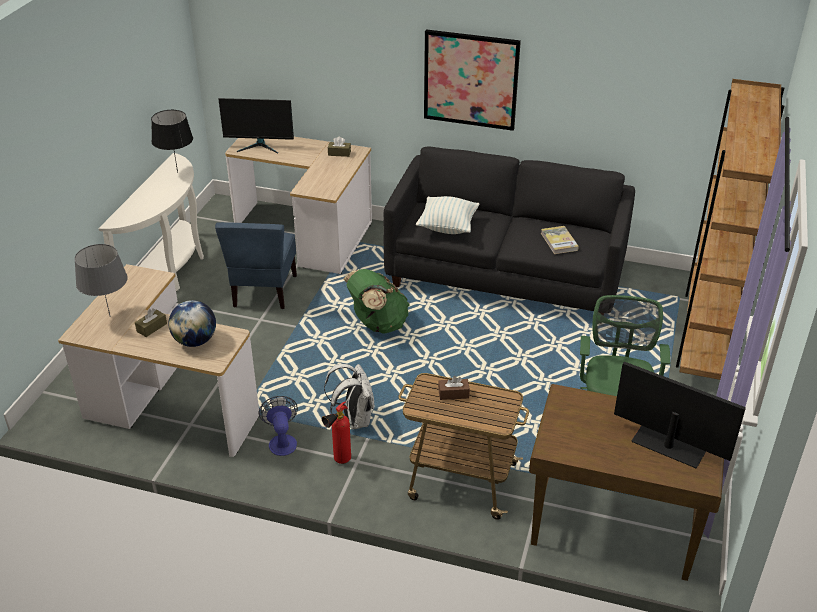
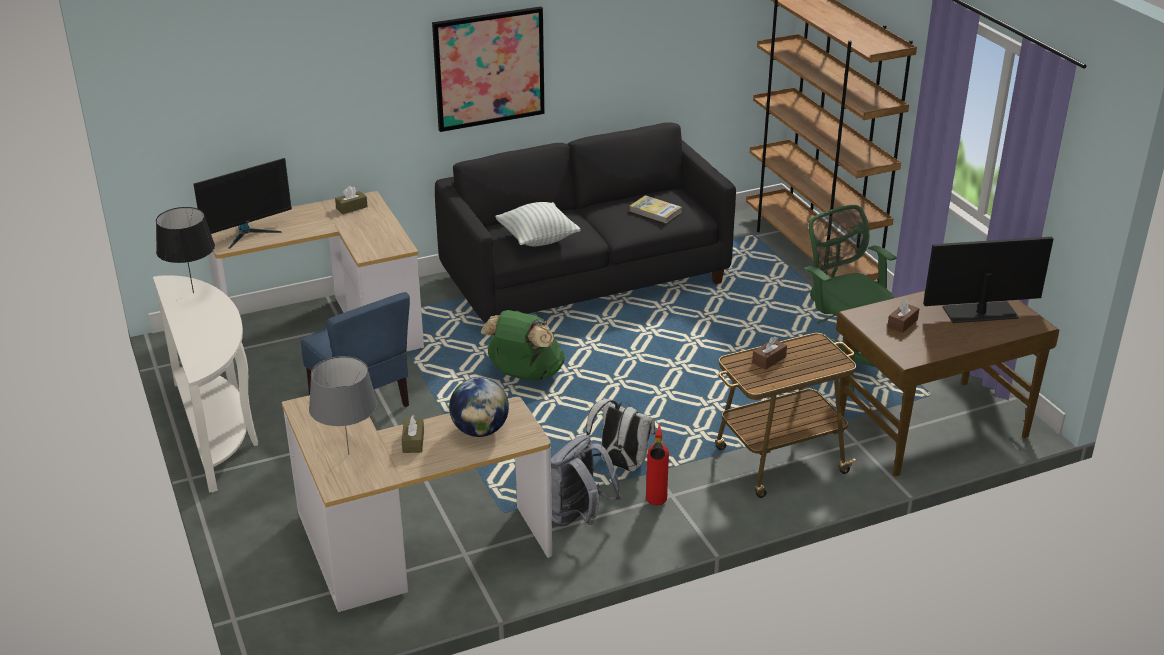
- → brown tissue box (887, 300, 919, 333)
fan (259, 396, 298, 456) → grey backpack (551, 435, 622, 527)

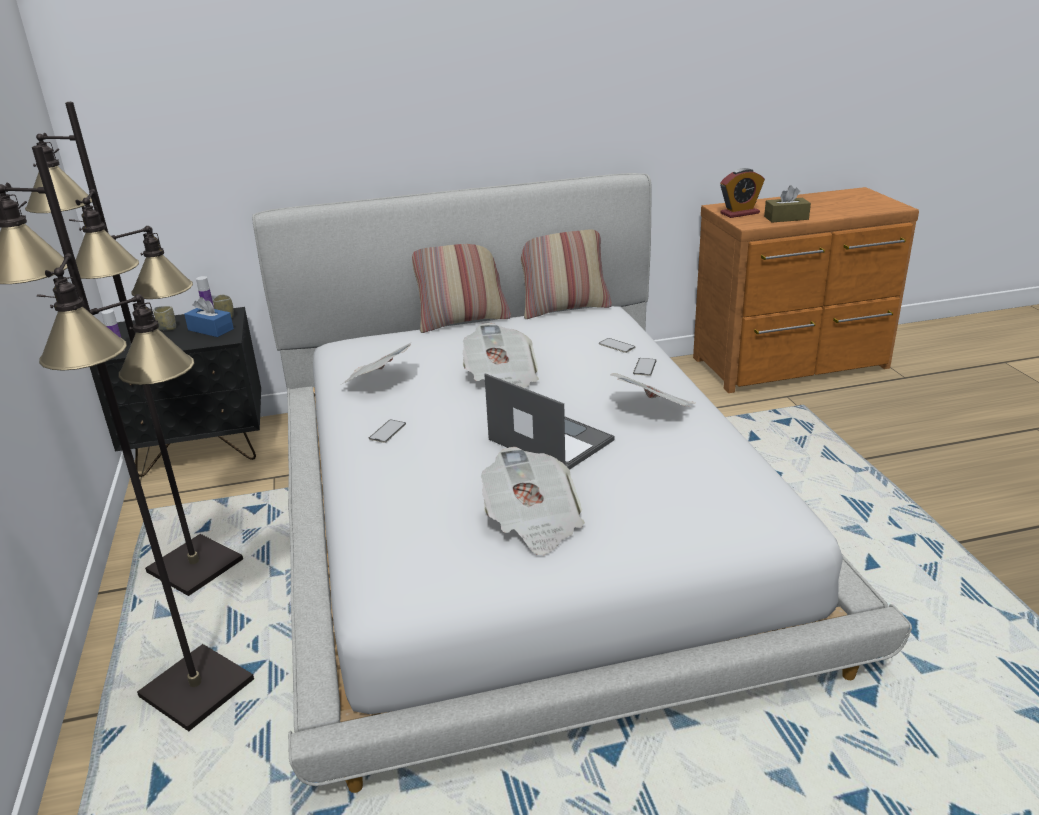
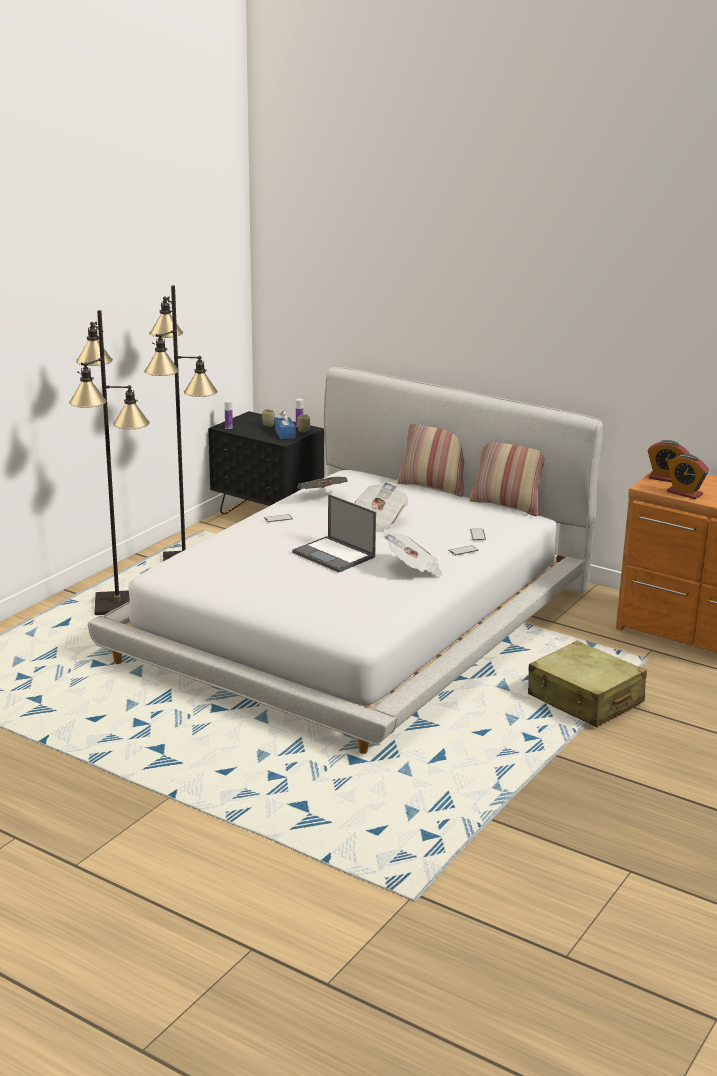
newspaper (481, 447, 585, 555) → -
- → beige suitcase (528, 641, 647, 727)
brown tissue box (764, 185, 811, 222) → alarm clock (667, 454, 709, 499)
laptop (484, 373, 614, 470) → laptop (292, 494, 376, 572), 135 degrees clockwise

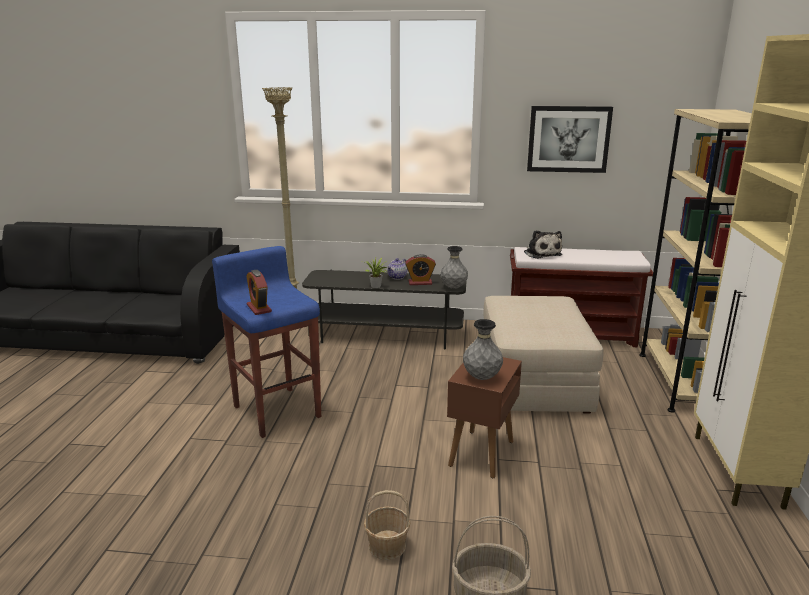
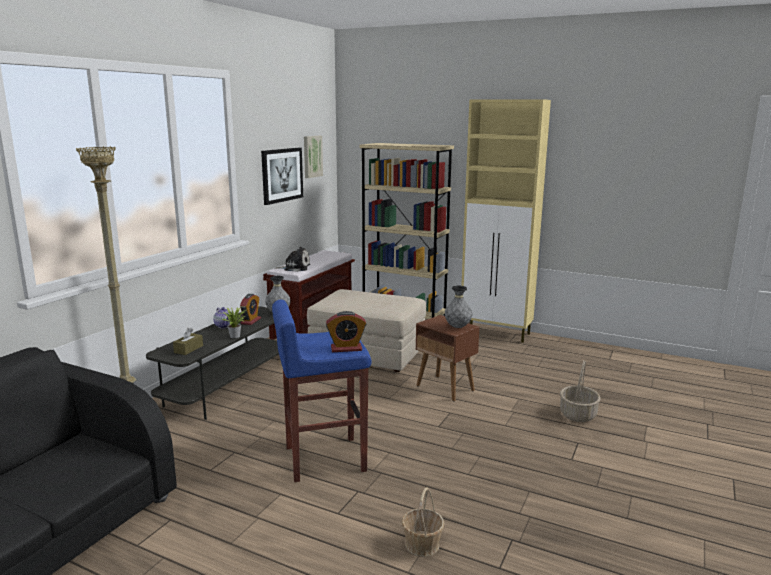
- → brown tissue box (173, 328, 203, 355)
- → picture (304, 136, 323, 178)
basket (364, 490, 411, 560) → basket (402, 487, 444, 557), relocated

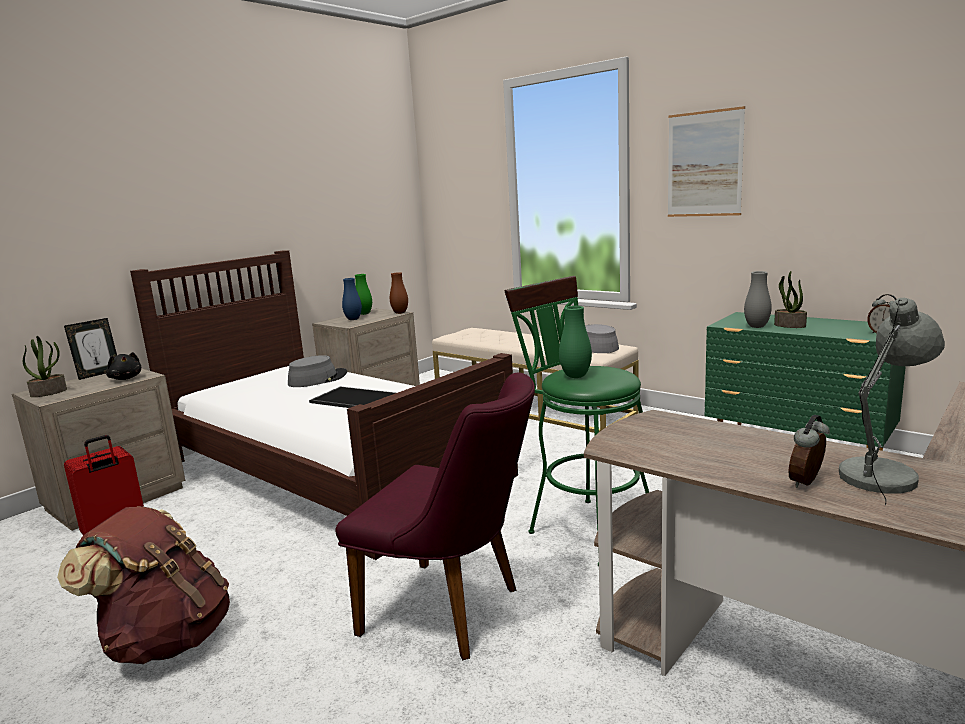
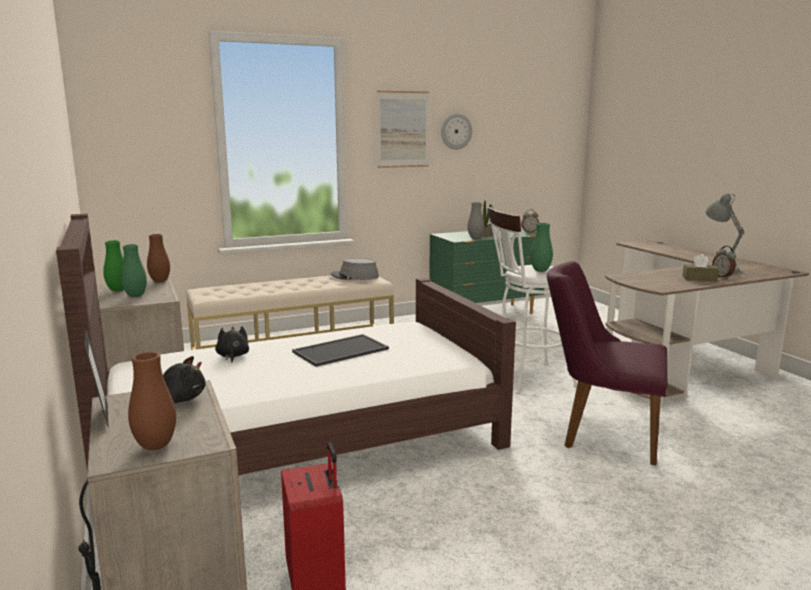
brown backpack (57, 506, 230, 664) → -
- → wall clock (441, 113, 472, 150)
- → brown tissue box (682, 254, 719, 281)
potted plant (23, 336, 67, 397) → brown vase (128, 352, 176, 450)
grey hat (288, 355, 347, 387) → black plush toy (215, 326, 249, 363)
blue vase (342, 278, 362, 320) → green vase (121, 244, 147, 297)
green stool (504, 276, 649, 566) → white stool (487, 207, 577, 394)
purple chair (335, 372, 535, 661) → purple chair (547, 261, 667, 465), 120 degrees counterclockwise

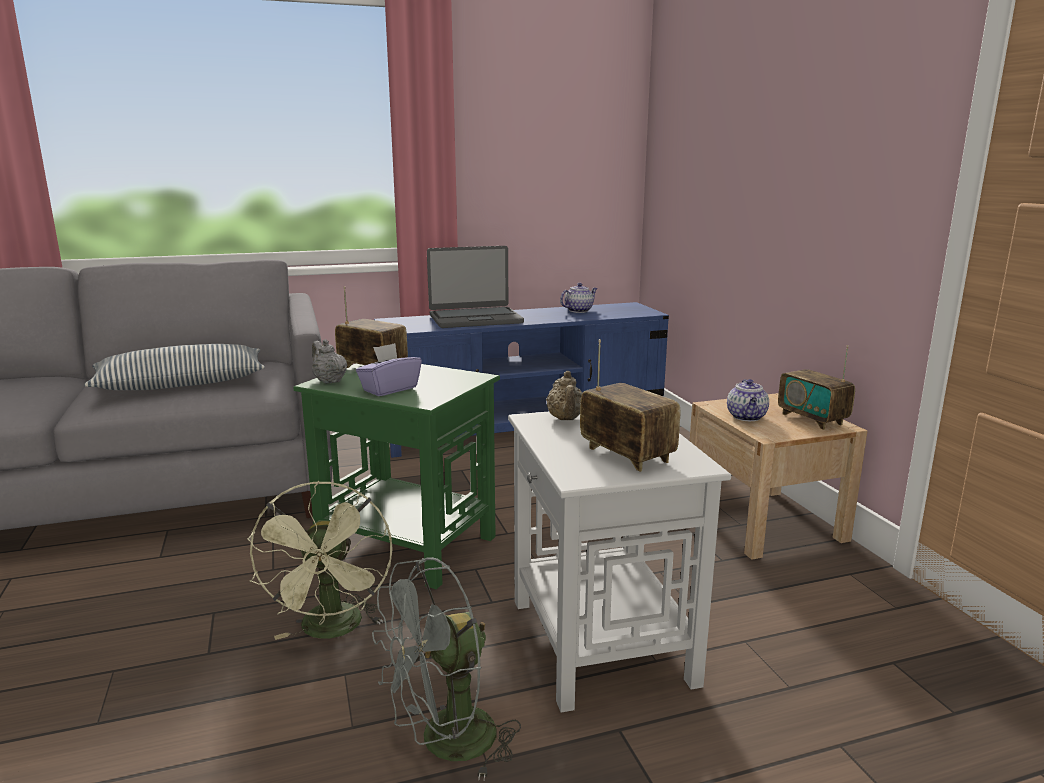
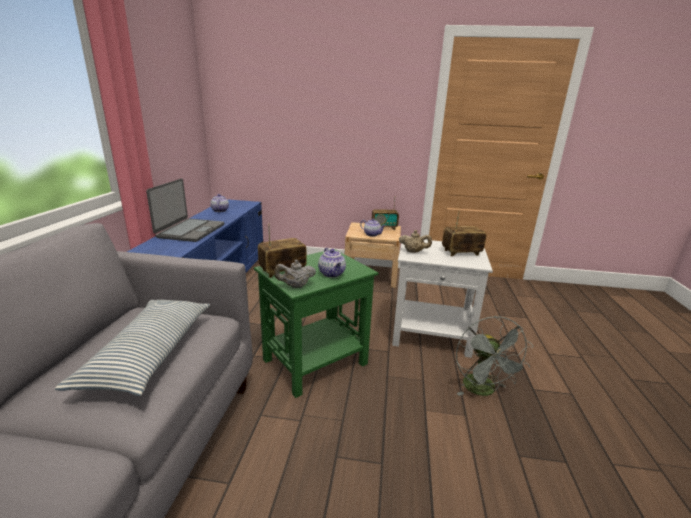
green fan (247, 481, 393, 640) → -
purple tissue box (356, 343, 422, 396) → teapot (318, 248, 346, 278)

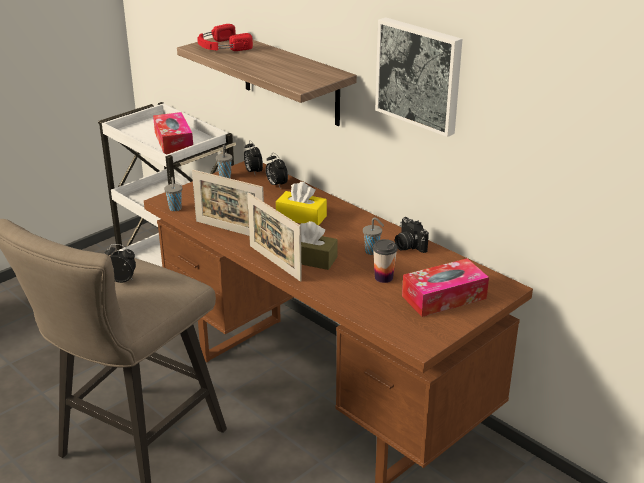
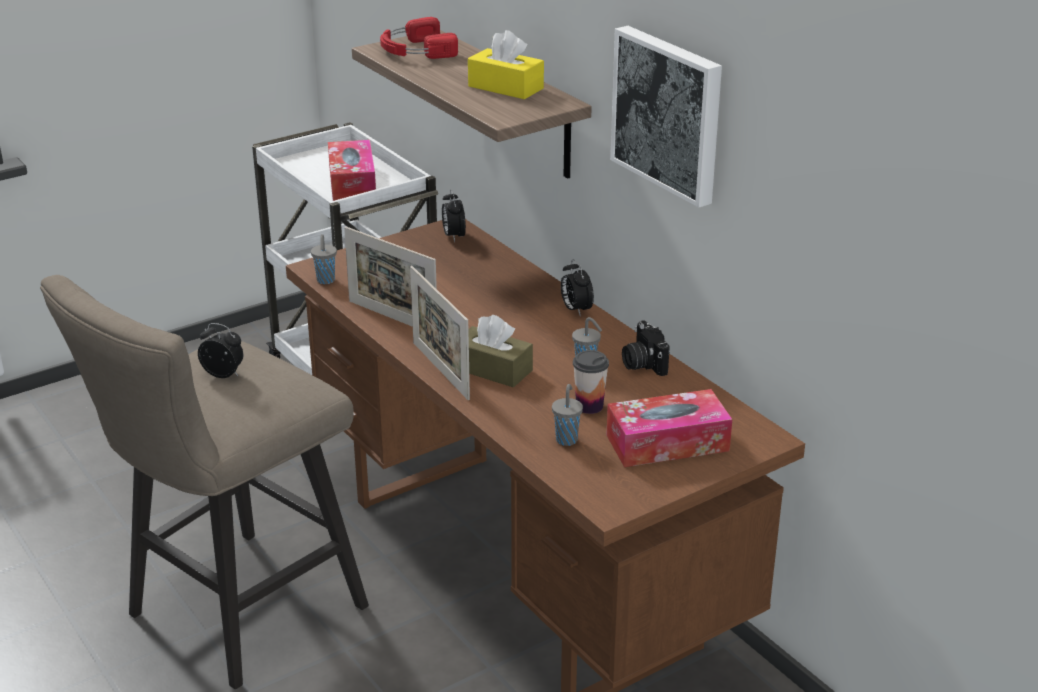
grey cup (216, 145, 232, 178) → grey cup (552, 384, 583, 446), relocated
alarm clock (266, 152, 288, 187) → alarm clock (561, 259, 594, 317), relocated
yellow tissue box (276, 182, 327, 226) → yellow tissue box (468, 30, 544, 99), relocated

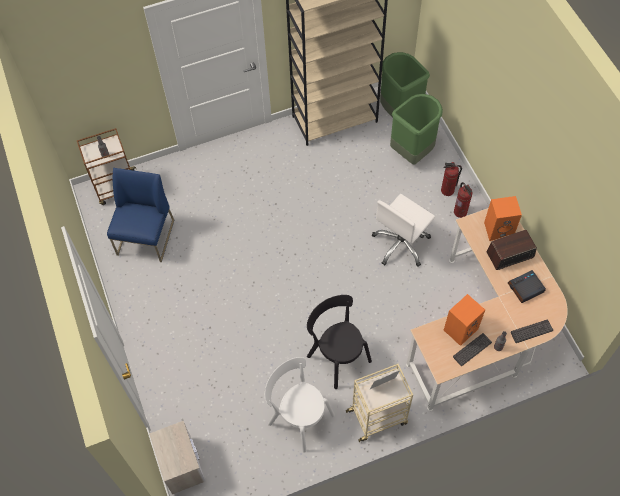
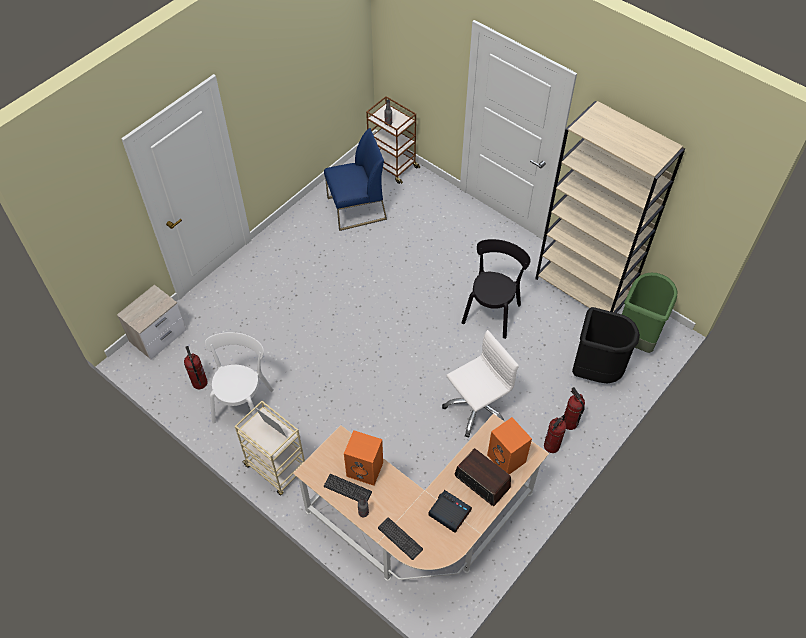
- → fire extinguisher (184, 346, 208, 389)
black chair (307, 295, 372, 389) → black chair (462, 239, 531, 339), relocated
green trash can (390, 94, 443, 165) → black trash can (572, 307, 640, 383)
white office chair (372, 194, 435, 267) → white office chair (442, 330, 519, 438), 135 degrees clockwise

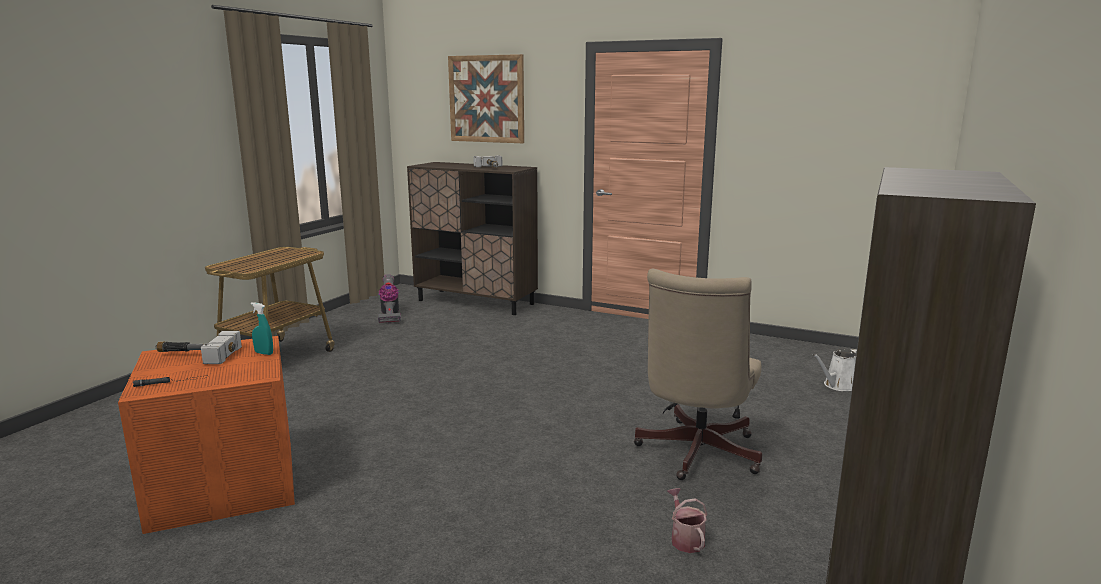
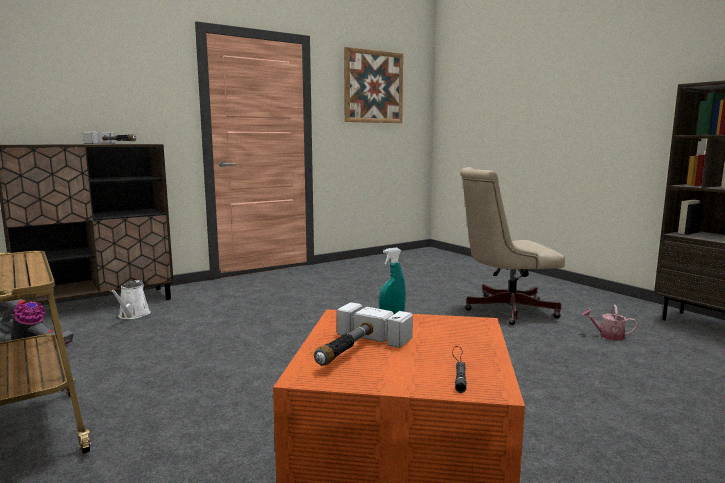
picture (448, 54, 524, 143) → picture (344, 47, 403, 123), relocated
white watering can (813, 348, 857, 391) → white watering can (110, 280, 150, 319), relocated
beige office chair (634, 269, 762, 480) → beige office chair (460, 167, 565, 325), 120 degrees clockwise

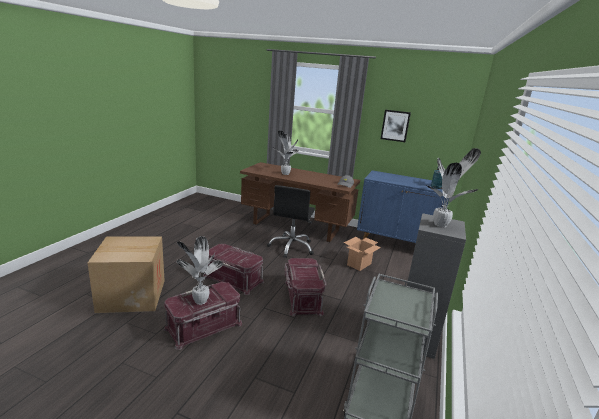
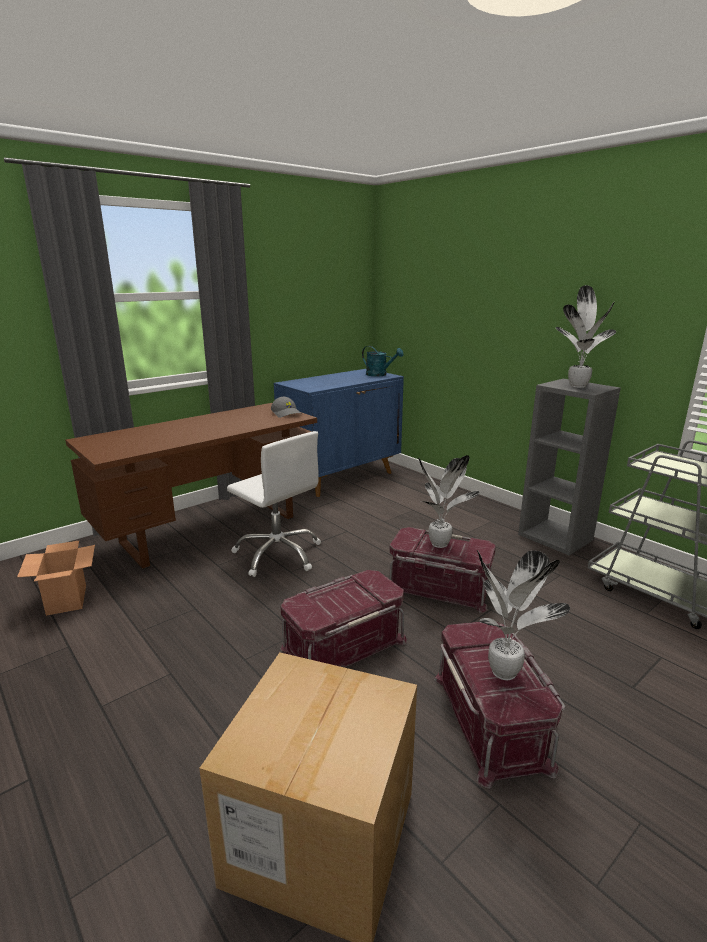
picture (381, 110, 411, 142) → -
potted plant (274, 130, 299, 175) → potted plant (418, 455, 480, 548), relocated
cardboard box (344, 237, 381, 271) → cardboard box (17, 541, 95, 616), relocated
black office chair (267, 185, 315, 258) → white office chair (227, 431, 321, 577)

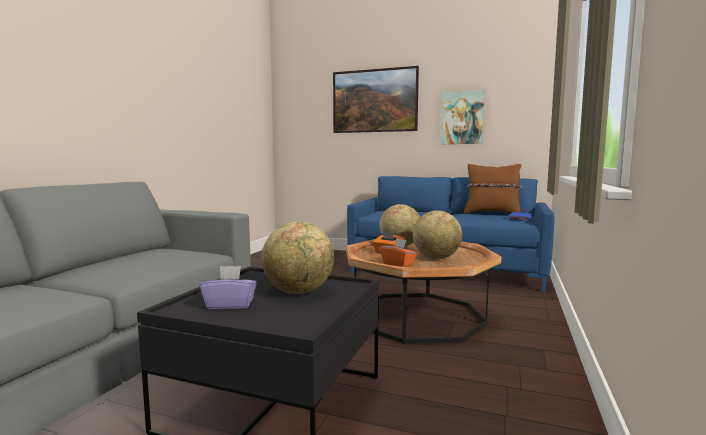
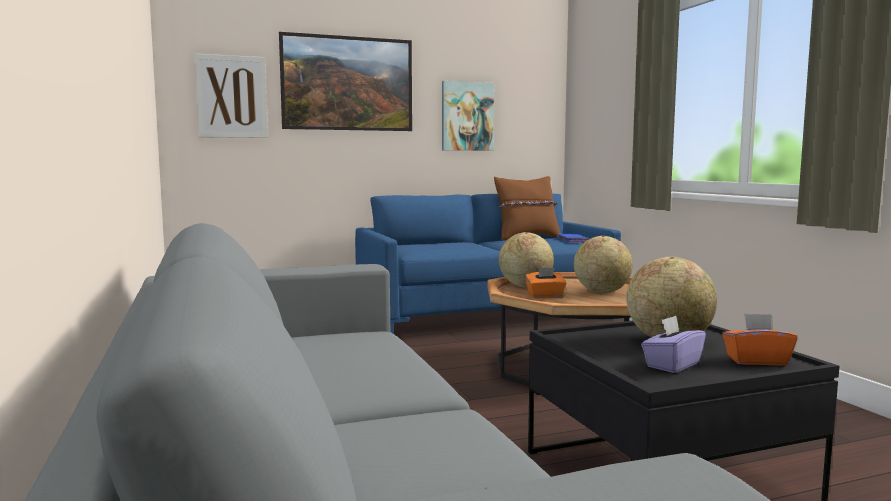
- → picture (194, 53, 268, 138)
orange tissue box (380, 238, 417, 267) → orange tissue box (722, 313, 798, 366), relocated

